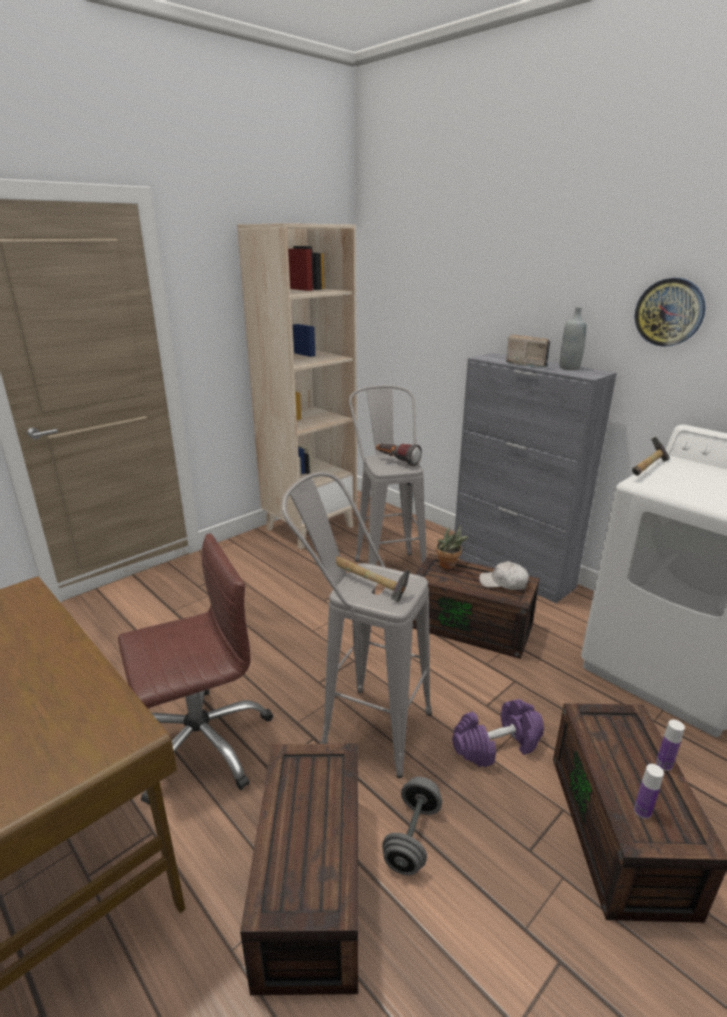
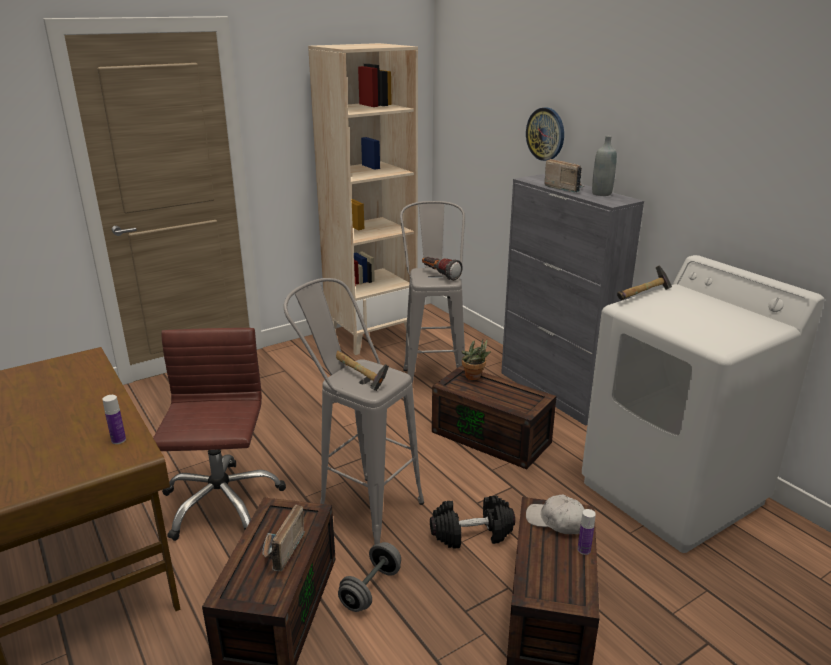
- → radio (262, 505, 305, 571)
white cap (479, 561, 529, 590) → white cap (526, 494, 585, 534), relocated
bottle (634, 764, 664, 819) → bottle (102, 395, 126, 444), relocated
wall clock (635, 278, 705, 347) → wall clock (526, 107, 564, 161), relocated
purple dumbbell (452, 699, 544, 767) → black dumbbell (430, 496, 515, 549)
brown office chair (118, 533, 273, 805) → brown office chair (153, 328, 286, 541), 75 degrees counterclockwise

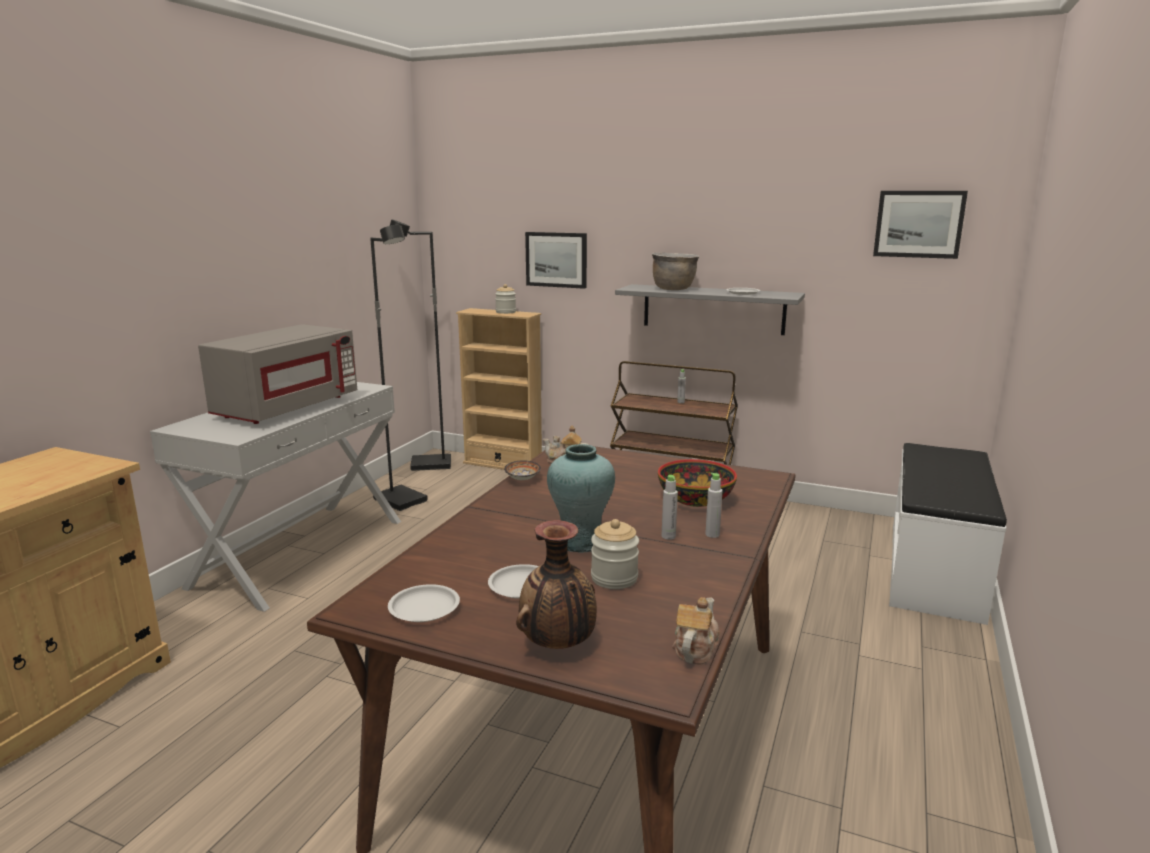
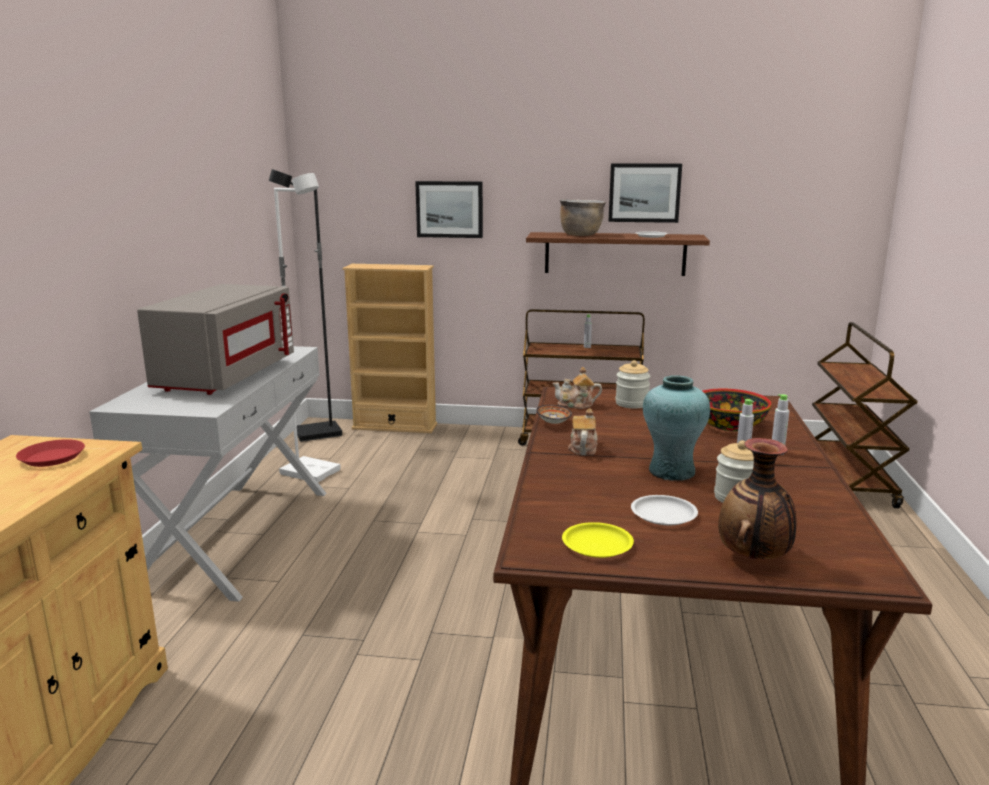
- → red plate (16, 439, 85, 467)
jar (495, 284, 516, 314) → jar (615, 360, 650, 409), relocated
teapot (672, 597, 719, 664) → teapot (568, 408, 598, 455), relocated
picture (873, 191, 968, 259) → picture (608, 163, 682, 223), relocated
white bench (889, 443, 1007, 625) → brown cart (812, 322, 918, 508)
black floor lamp (370, 225, 428, 511) → white floor lamp (274, 173, 341, 483)
white plate (388, 584, 460, 622) → yellow plate (562, 522, 634, 558)
grey shelf (615, 284, 805, 335) → brown shelf (526, 232, 710, 276)

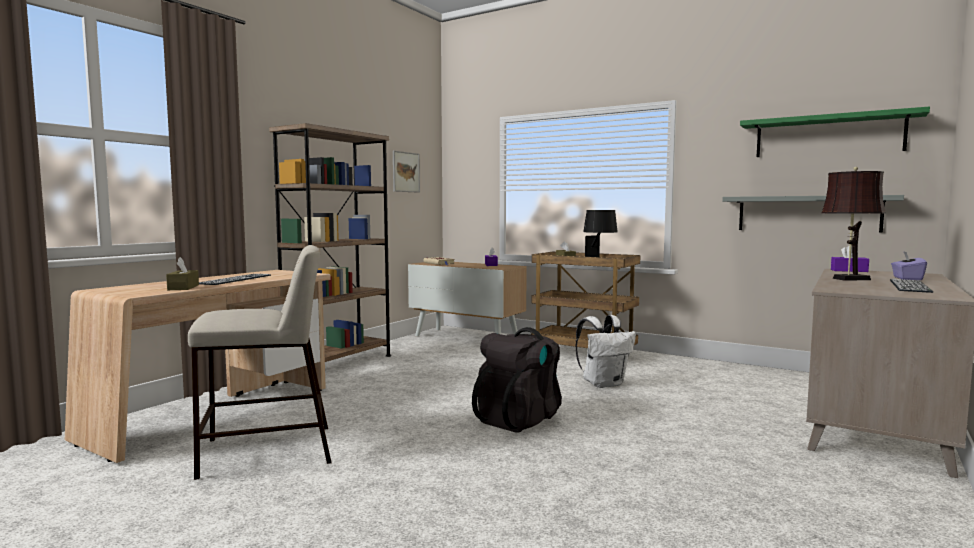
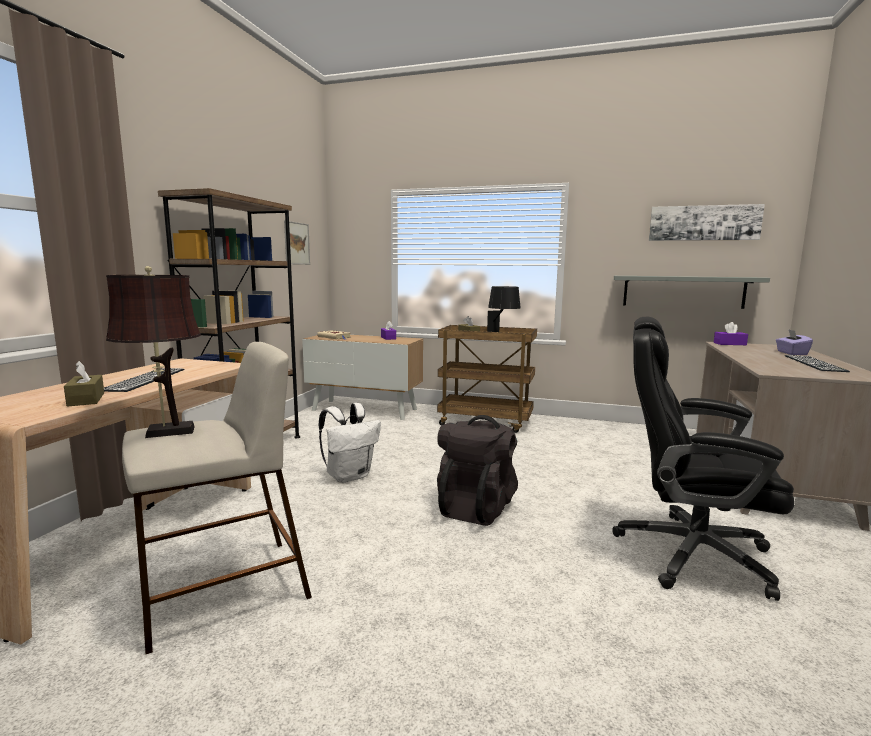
- → black office chair (612, 317, 794, 601)
white backpack (576, 315, 636, 388) → white backpack (319, 403, 381, 483), relocated
brown table lamp (821, 167, 886, 281) → brown table lamp (106, 266, 201, 438), relocated
green shelf (740, 107, 930, 157) → picture (649, 204, 765, 241)

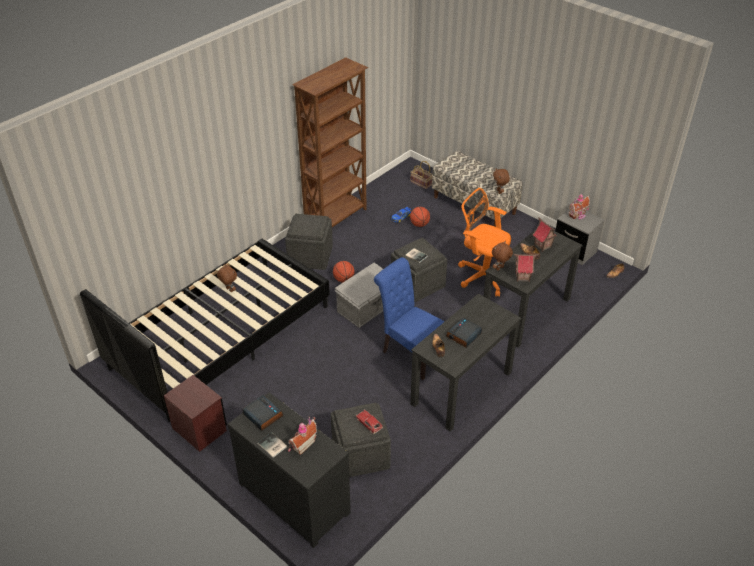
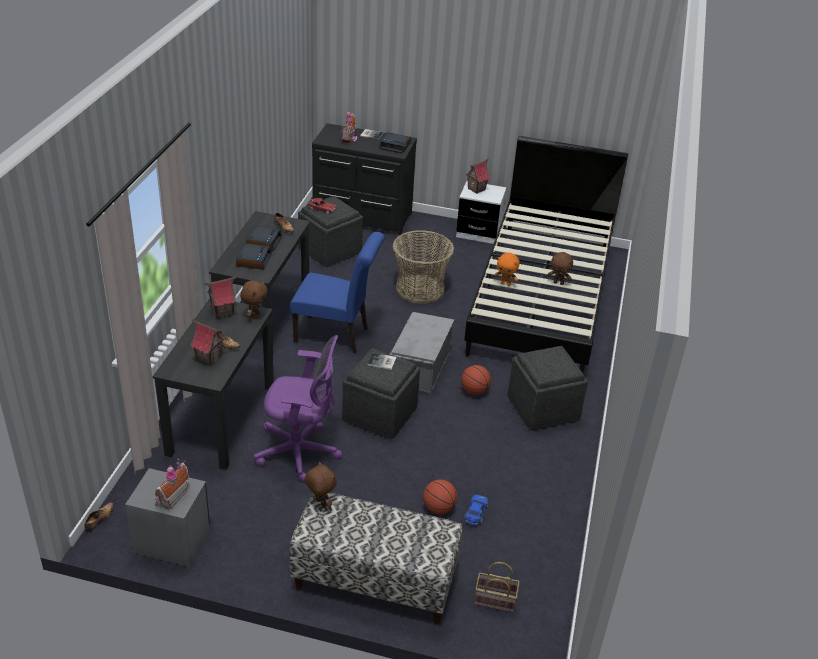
brown bookcase (292, 57, 368, 227) → -
- → alarm clock (236, 243, 272, 270)
- → basket (393, 230, 454, 304)
- → toy house (465, 159, 491, 194)
- → orange plush toy (494, 253, 520, 286)
brown nightstand (164, 375, 227, 452) → white nightstand (456, 181, 507, 244)
orange office chair (458, 188, 511, 297) → purple office chair (254, 335, 342, 483)

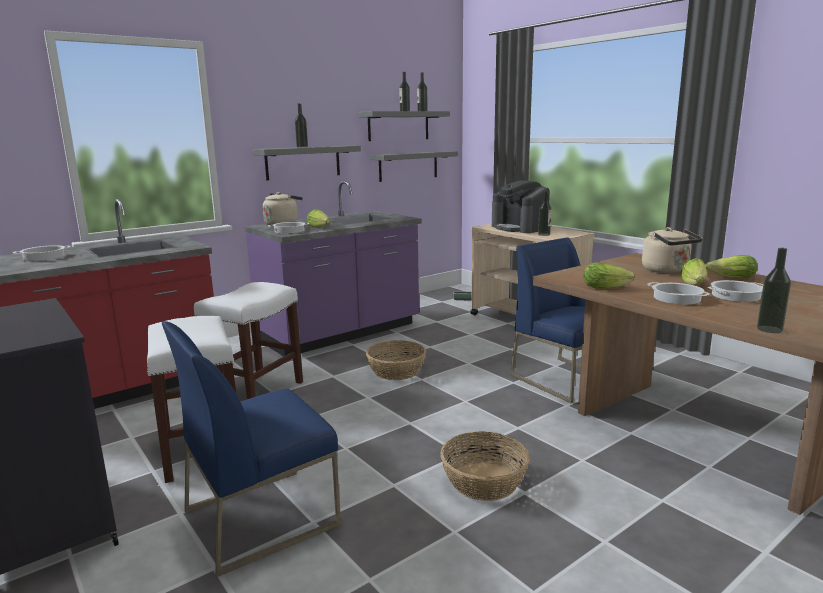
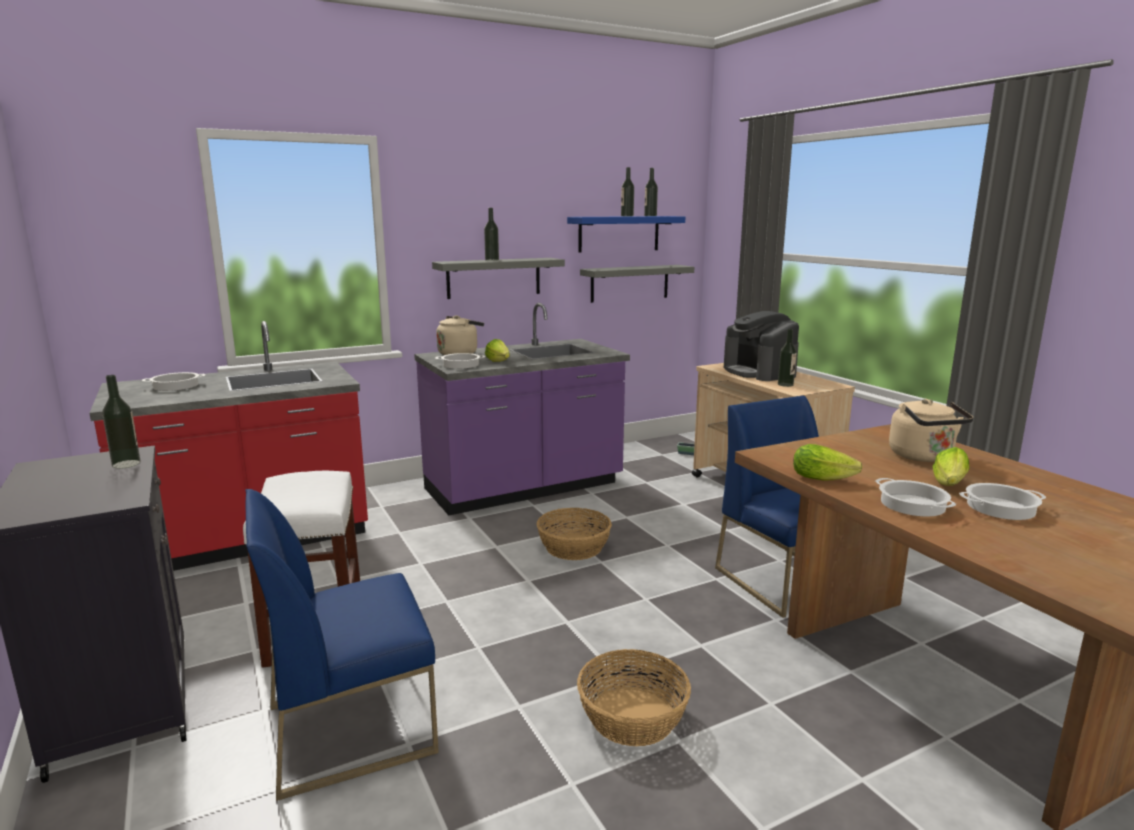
white stool (194, 282, 303, 399) → -
lettuce (705, 255, 758, 278) → -
bottle (757, 248, 791, 333) → bottle (102, 375, 141, 469), relocated
grey shelf (359, 111, 450, 141) → blue shelf (567, 216, 685, 253)

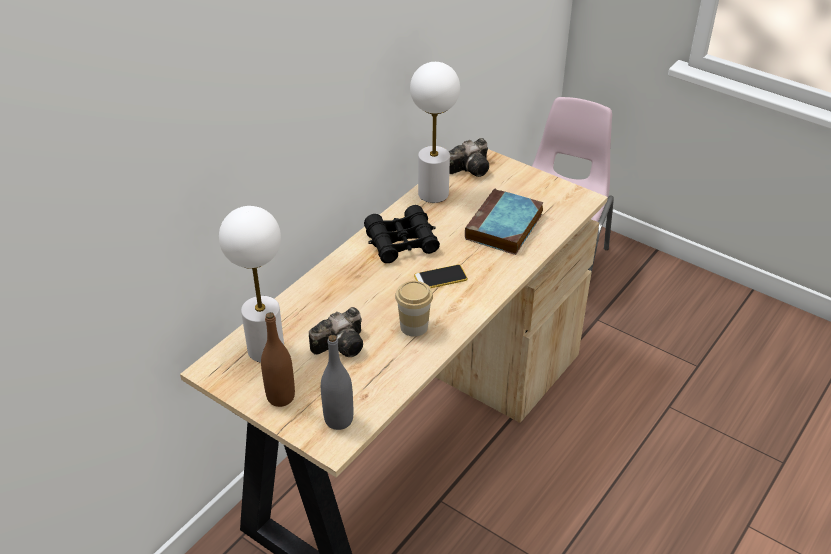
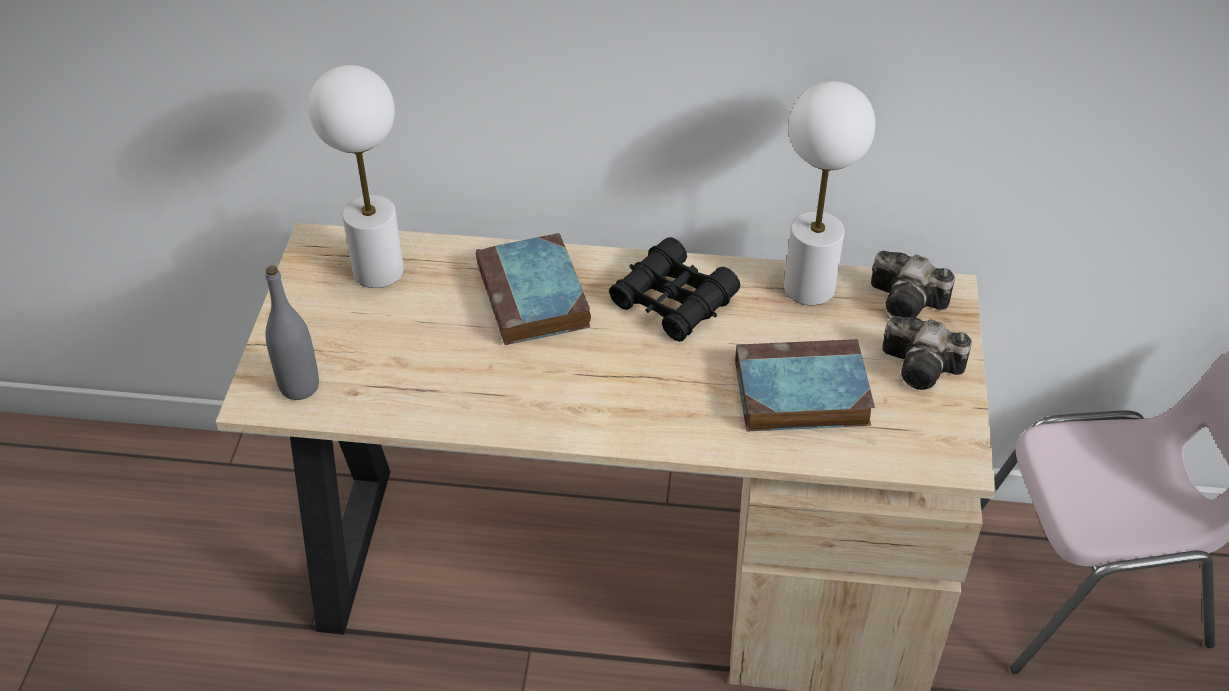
brown bottle (261, 312, 295, 407) → -
cup (395, 281, 433, 337) → -
phone (414, 264, 468, 288) → -
- → book (476, 233, 591, 345)
photo camera (309, 307, 363, 357) → photo camera (882, 316, 972, 390), relocated

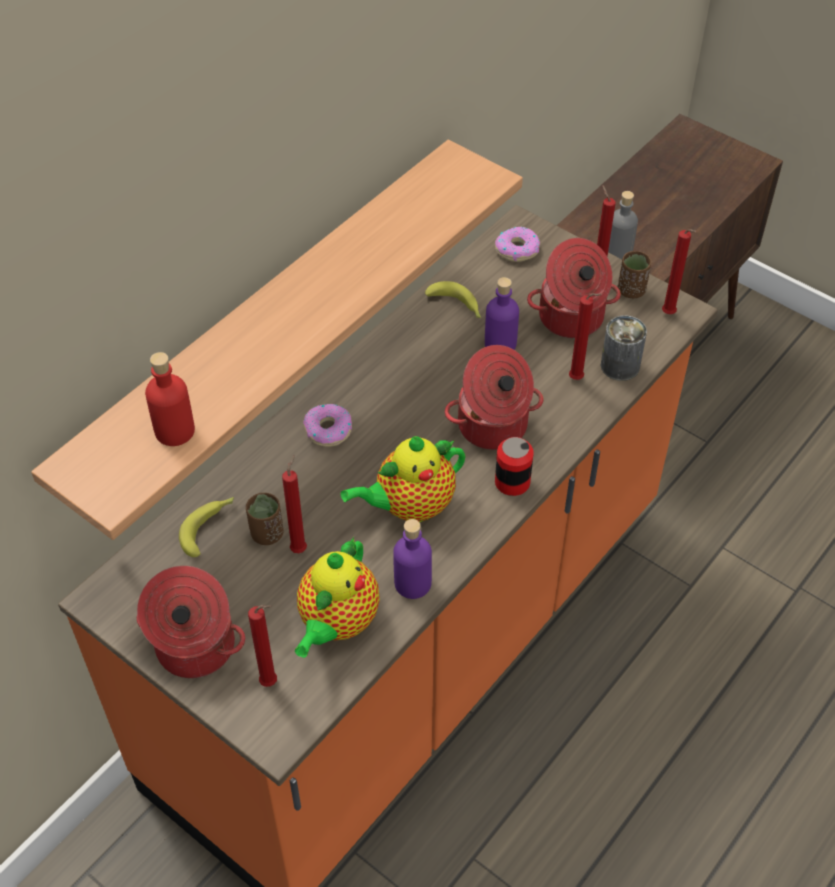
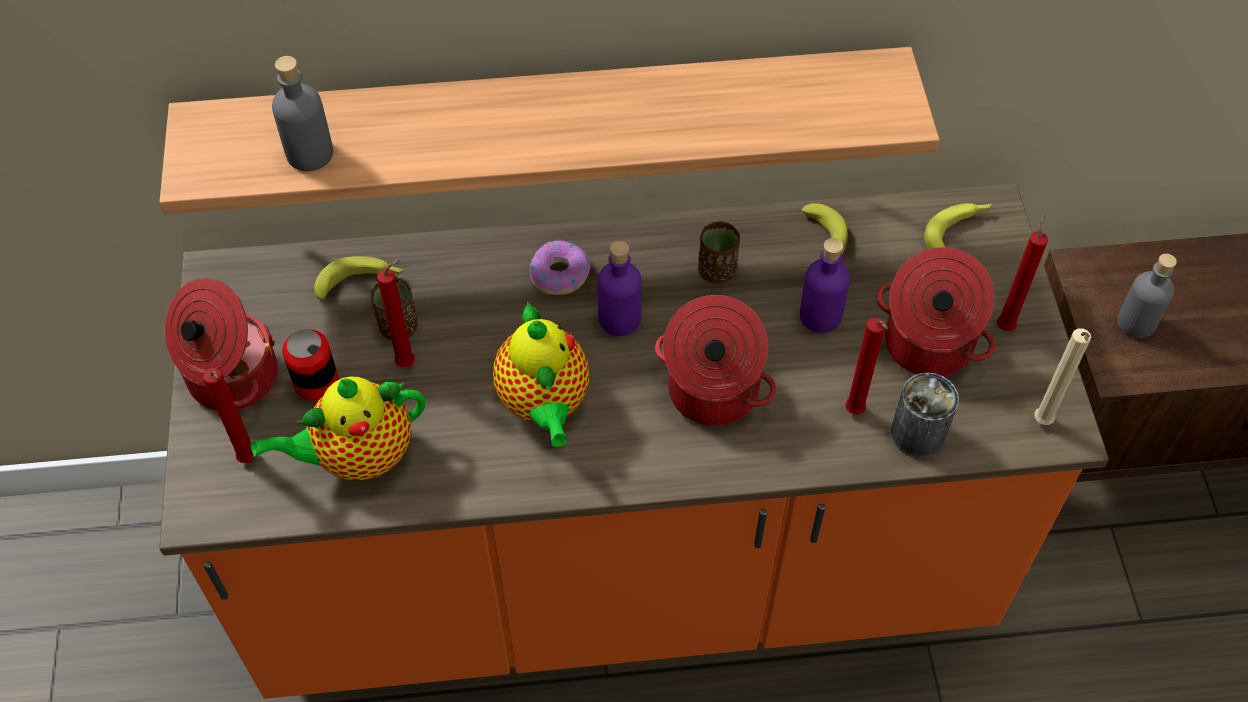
purple bottle (393, 519, 432, 599) → purple bottle (598, 241, 642, 336), relocated
can (495, 437, 534, 496) → can (282, 329, 339, 401), relocated
brown cup (618, 251, 651, 298) → brown cup (698, 222, 740, 284), relocated
donut (495, 226, 540, 262) → banana (924, 203, 992, 249)
red bottle (145, 352, 195, 446) → grey bottle (272, 56, 333, 171)
red candle (662, 229, 696, 314) → beige candle (1034, 328, 1091, 425)
teapot (340, 436, 465, 522) → teapot (493, 301, 589, 447), 120 degrees counterclockwise

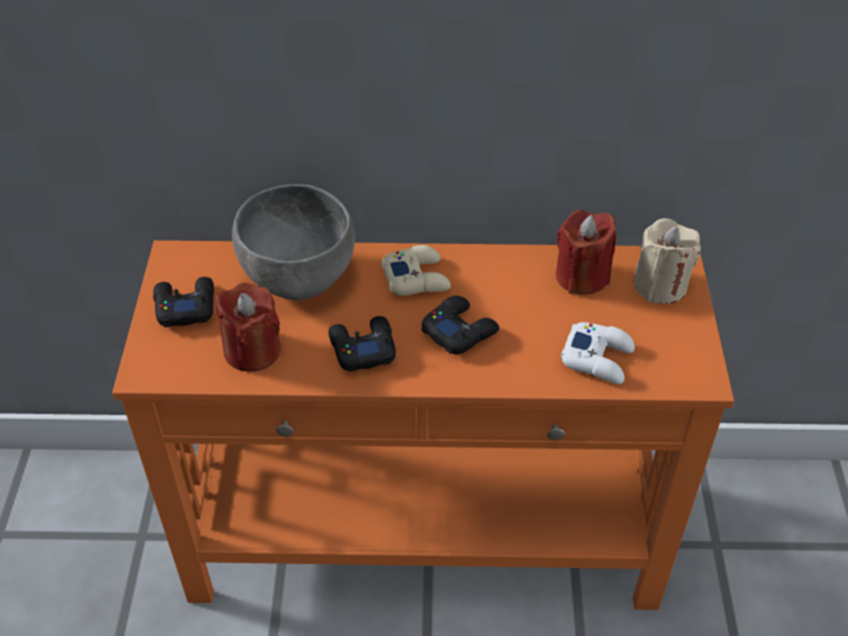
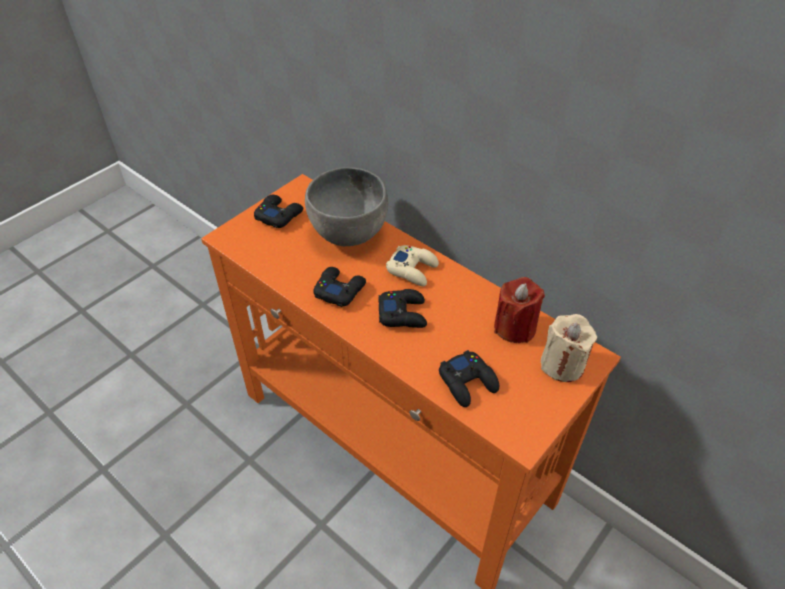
red candle (215, 282, 281, 372) → -
white game controller (560, 322, 635, 384) → black game controller (439, 350, 499, 407)

